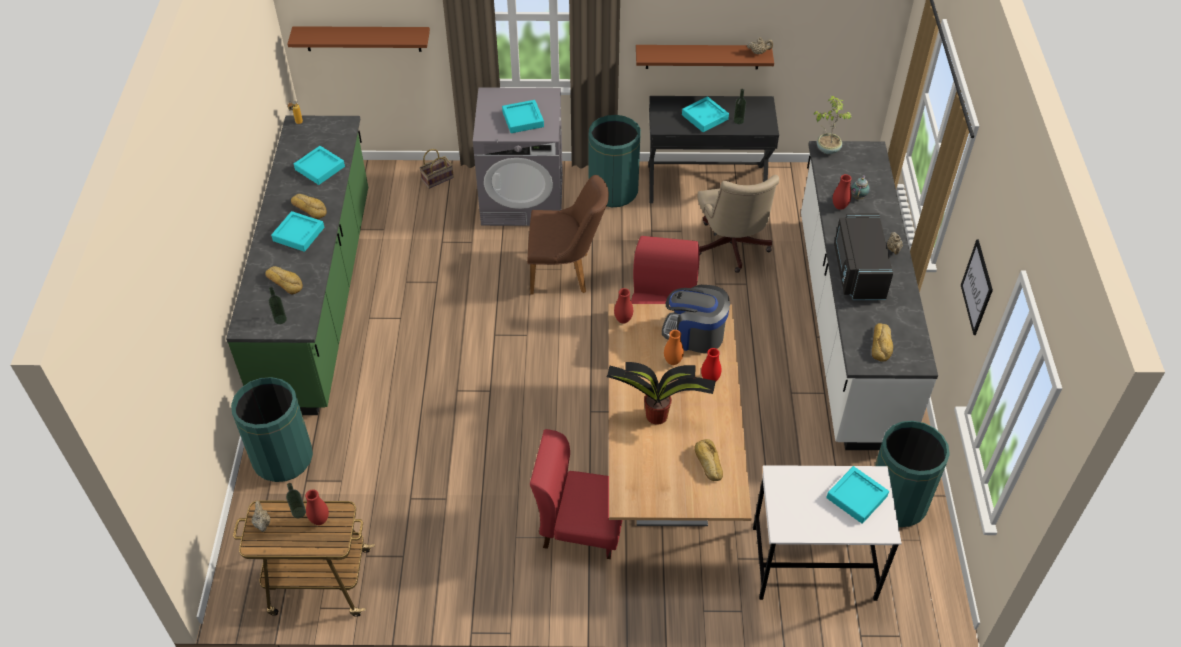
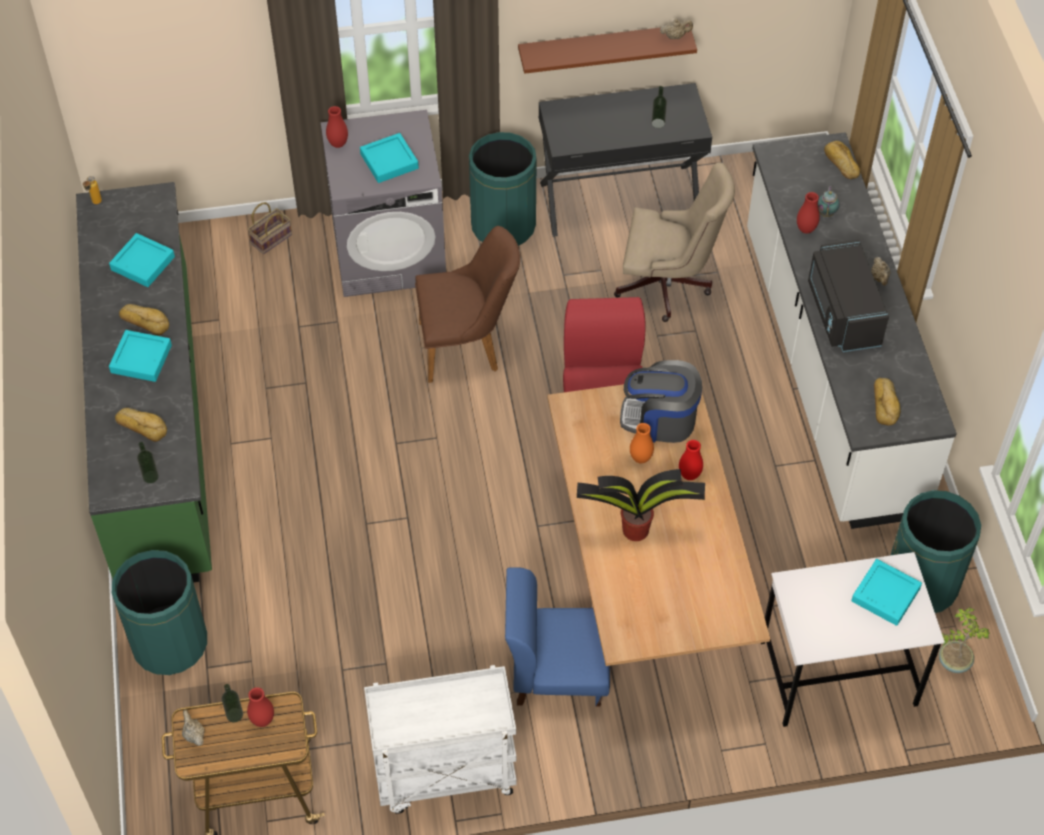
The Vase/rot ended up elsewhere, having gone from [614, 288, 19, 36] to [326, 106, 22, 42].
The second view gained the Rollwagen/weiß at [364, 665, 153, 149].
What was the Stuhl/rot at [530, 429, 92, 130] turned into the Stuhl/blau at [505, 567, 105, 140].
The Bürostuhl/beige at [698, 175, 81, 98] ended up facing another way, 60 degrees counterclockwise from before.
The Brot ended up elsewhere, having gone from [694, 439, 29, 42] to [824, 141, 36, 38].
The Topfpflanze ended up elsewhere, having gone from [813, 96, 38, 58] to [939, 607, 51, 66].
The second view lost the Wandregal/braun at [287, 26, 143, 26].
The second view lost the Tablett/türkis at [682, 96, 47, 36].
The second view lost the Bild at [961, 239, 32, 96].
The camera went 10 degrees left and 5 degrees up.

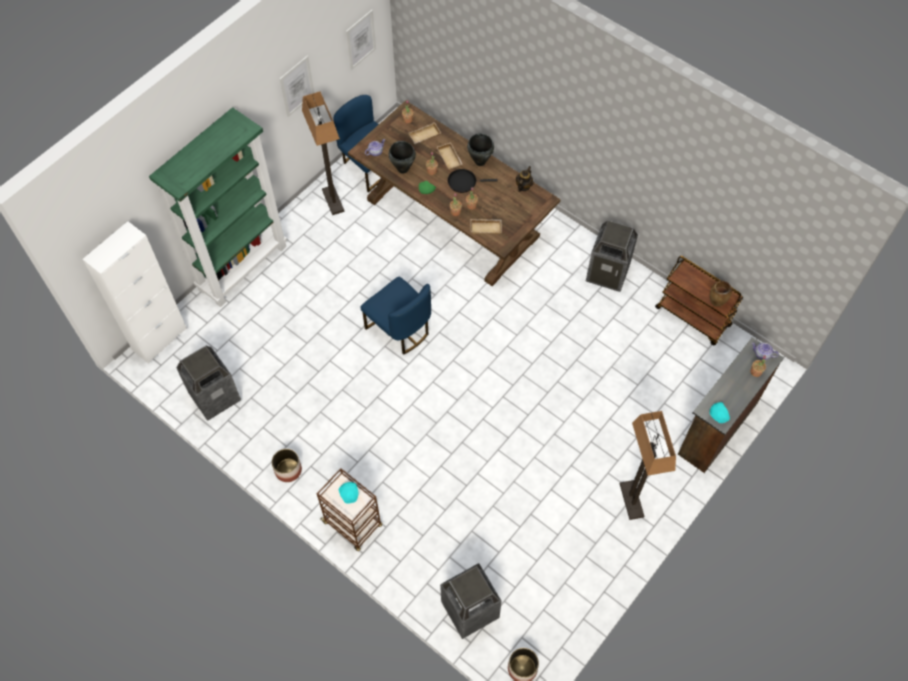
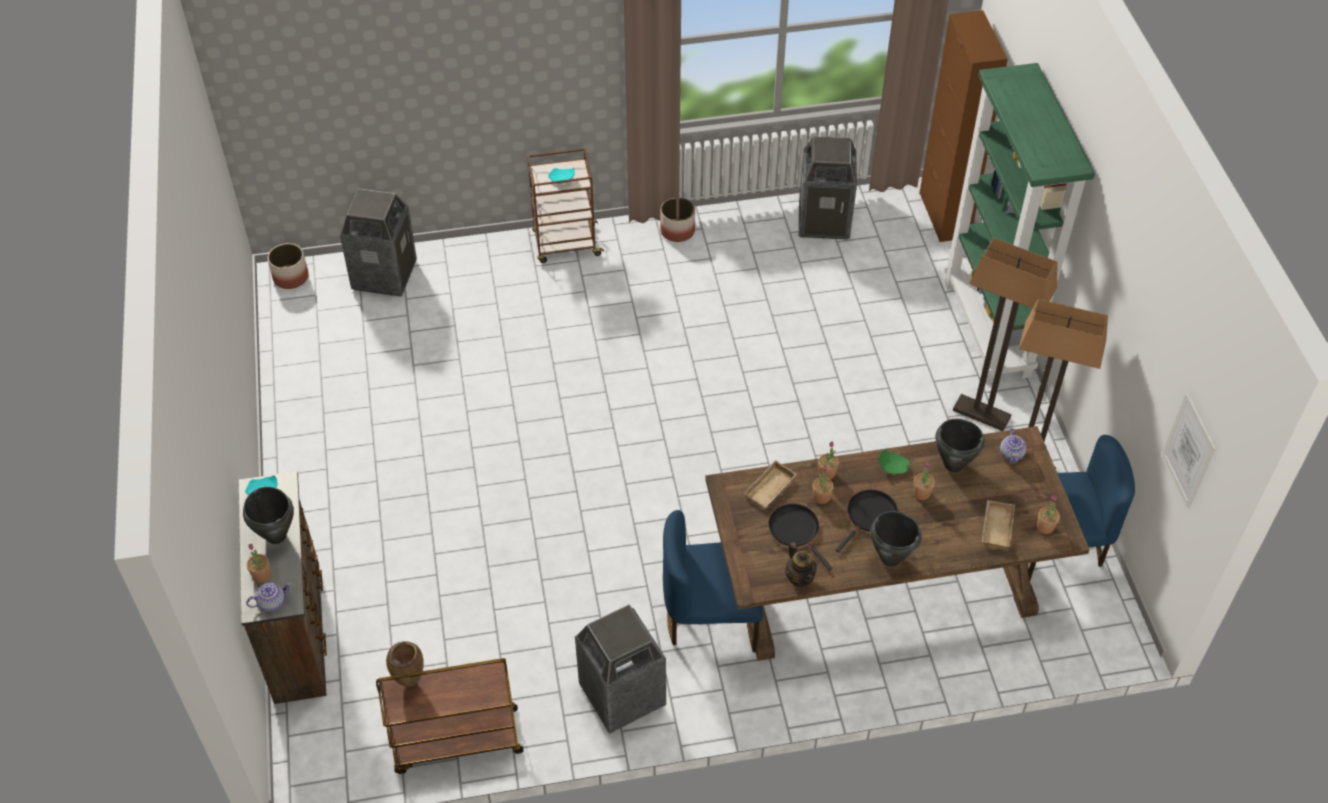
The second view gained the Kochtopf/schwarz at [243, 487, 51, 57].
The Stuhl/blau ended up elsewhere, having gone from [360, 277, 71, 78] to [663, 510, 100, 142].
The second view gained the Pfanne/schwarz at [769, 504, 63, 67].
What was the Schrank/weiß at [83, 221, 104, 143] turned into the Schrank/braun at [919, 10, 89, 232].
The Stehlampe ended up elsewhere, having gone from [620, 411, 56, 109] to [953, 238, 104, 193].
The second view lost the Bild at [279, 56, 35, 61].
The second view lost the Tablett/beige at [437, 142, 26, 28].
The camera went 130 degrees right and 10 degrees down.

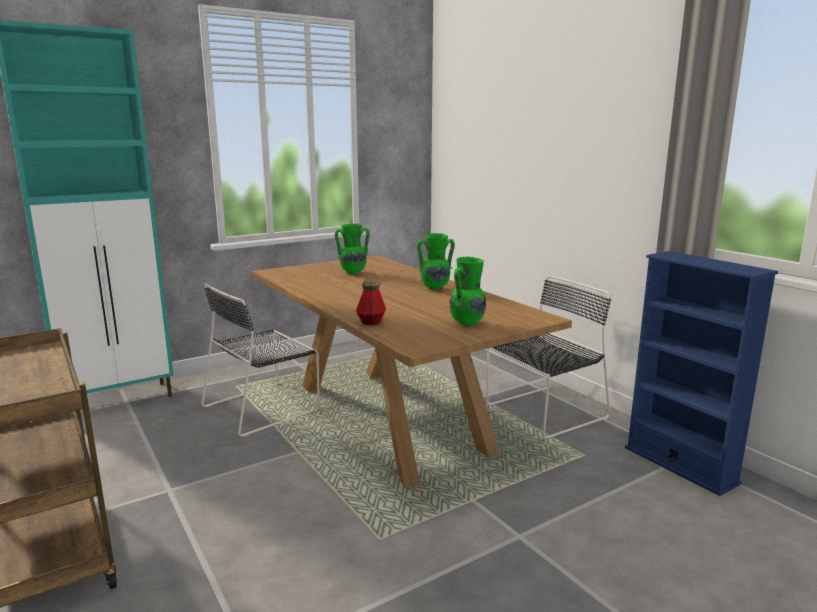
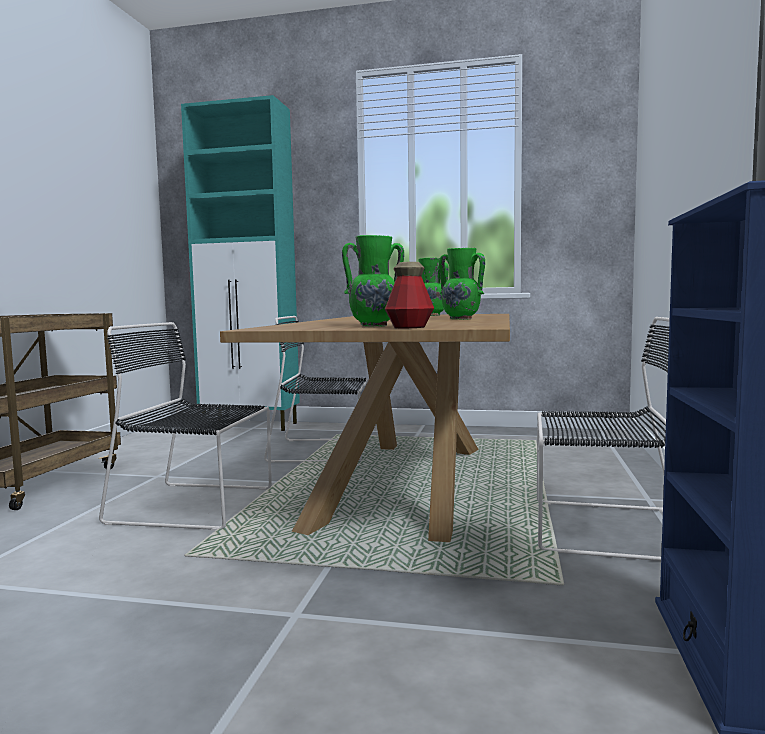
The second view gained the Stuhl/schwarz at [99, 322, 173, 209].
The Flasche ended up elsewhere, having gone from [356, 278, 30, 47] to [385, 262, 49, 66].
The camera went 45 degrees right and 10 degrees down.

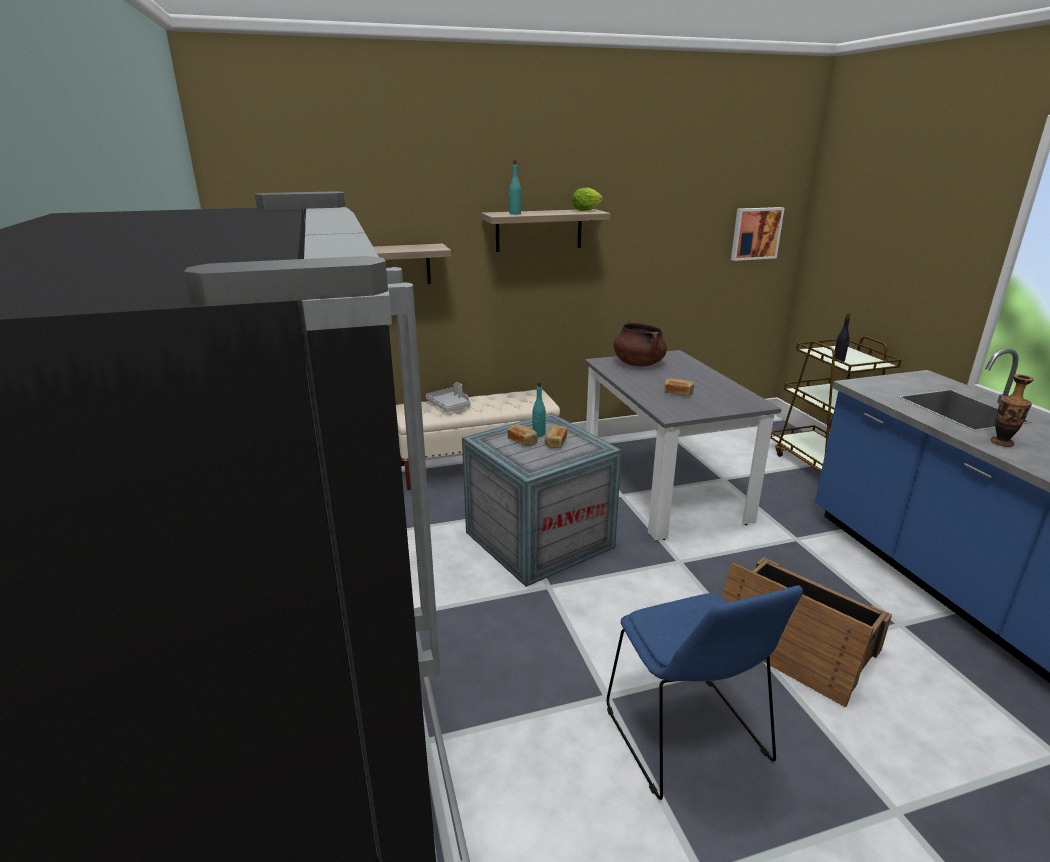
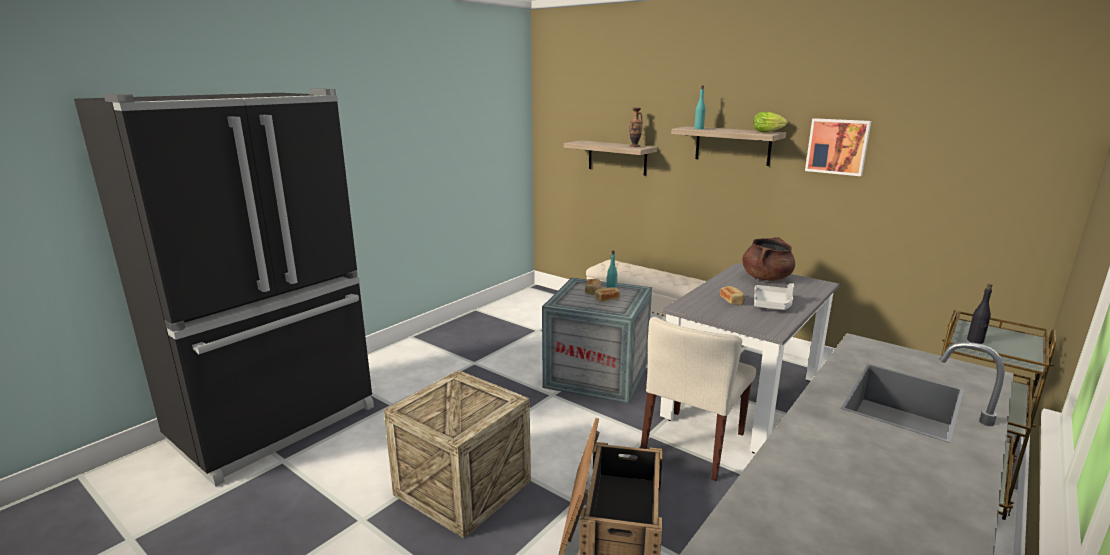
Where the Stuhl/blau stood at [607, 585, 196, 215], the Kiste came to stand at [384, 370, 147, 168].
The Vase ended up elsewhere, having gone from [991, 374, 43, 73] to [629, 107, 14, 40].
The second view gained the Stuhl/beige at [640, 317, 116, 164].
The Tablett/grau ended up elsewhere, having gone from [426, 382, 44, 30] to [754, 283, 40, 27].
The Bild ended up elsewhere, having gone from [731, 207, 54, 54] to [805, 118, 66, 58].
The camera went 55 degrees right and 5 degrees down.

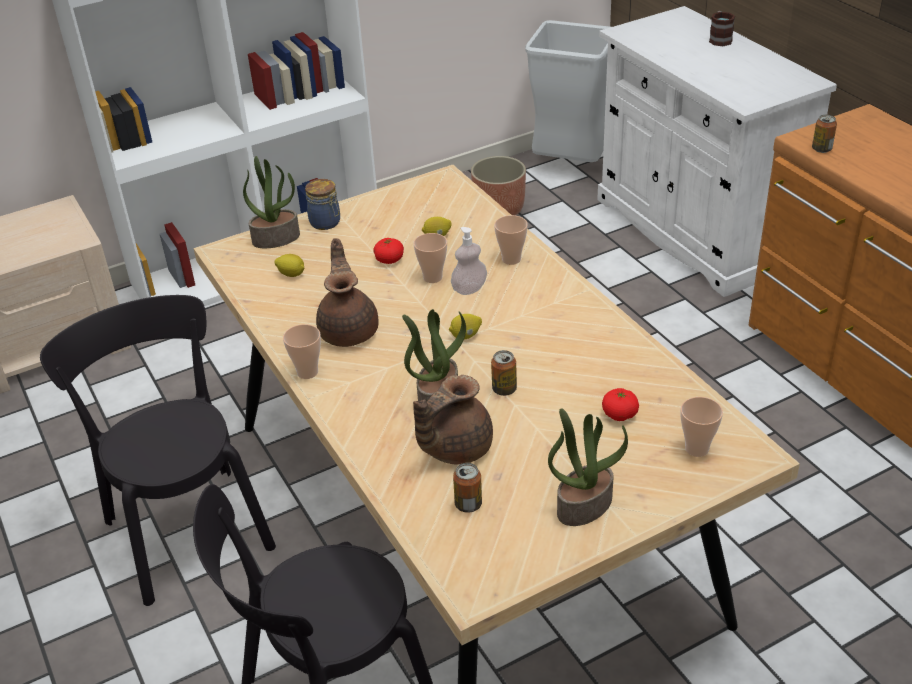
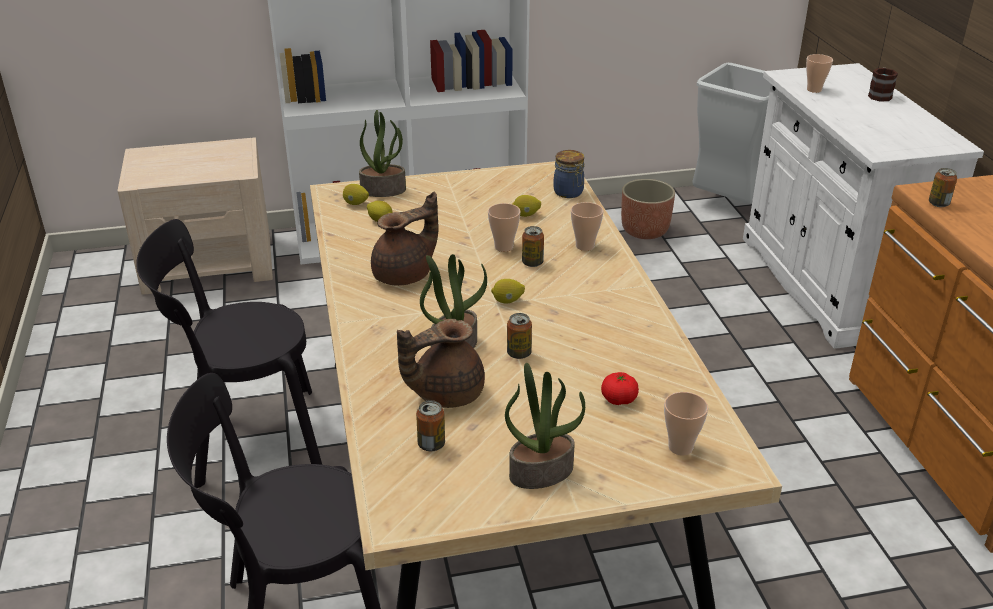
The Stuhl/schwarz at [40, 295, 236, 311] ended up facing another way, 90 degrees counterclockwise from before.
The second view gained the Zitrone at [343, 184, 26, 21].
The Teekanne/braun at [316, 238, 63, 109] ended up facing another way, 45 degrees clockwise from before.
Where the Seifenspender stood at [451, 227, 36, 68], the Dose came to stand at [522, 226, 22, 41].
The Vorratsglas ended up elsewhere, having gone from [305, 179, 35, 51] to [553, 150, 31, 48].
The Tasse ended up elsewhere, having gone from [283, 324, 38, 55] to [806, 54, 27, 39].
The second view lost the Tomate at [373, 238, 31, 26].
The camera went 15 degrees right and 5 degrees down.

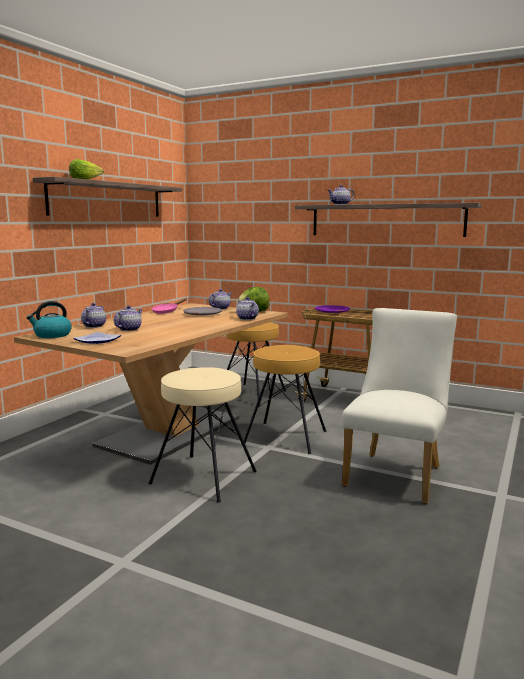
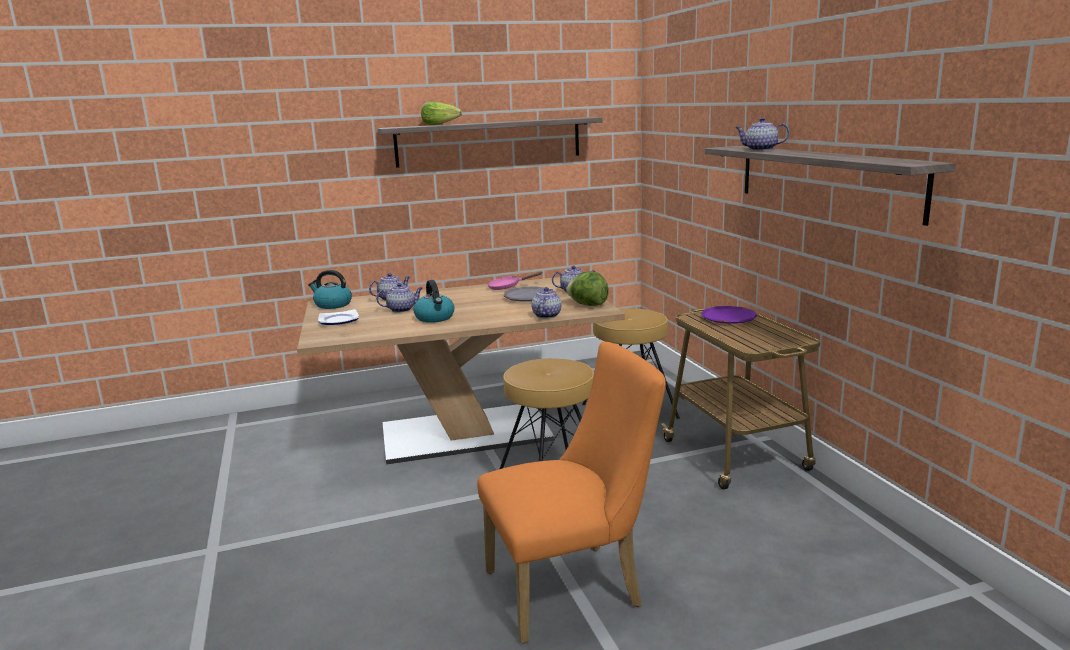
The second view gained the Wasserkessel at [413, 280, 42, 43].
What was the Stuhl/weiß at [342, 308, 115, 196] turned into the Stuhl/orange at [477, 342, 189, 302].
The second view lost the Hocker/beige at [149, 367, 108, 136].
The camera went 45 degrees right and 5 degrees up.

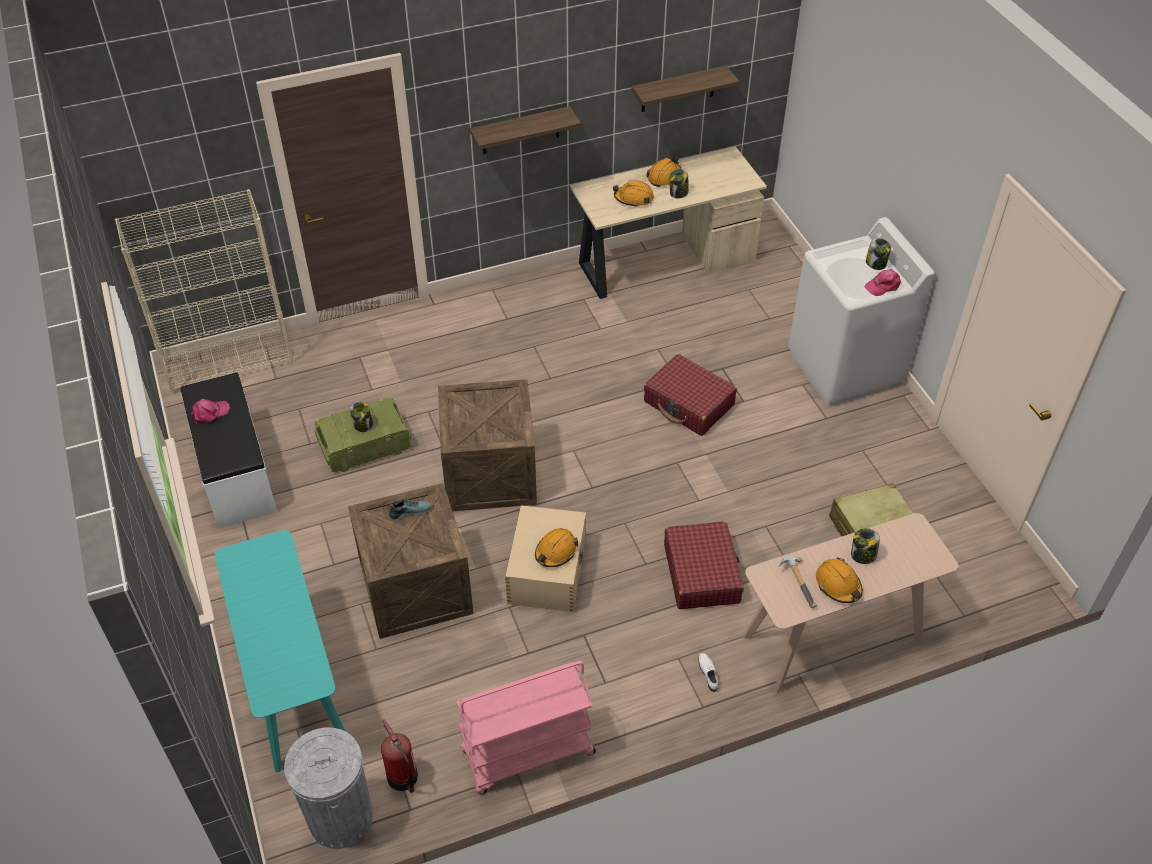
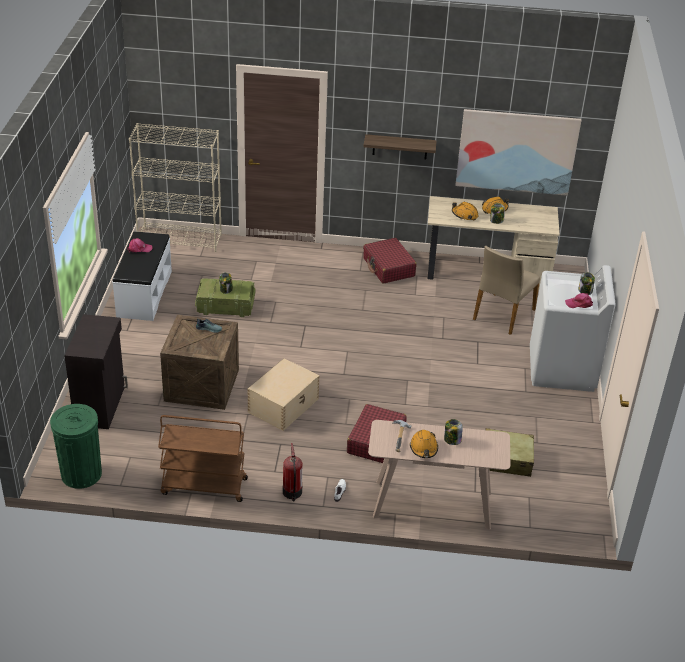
What was the Mülleimer/grau at [284, 727, 89, 122] turned into the Mülleimer/grün at [50, 404, 52, 85].
Where the Konsolentisch/türkis stood at [215, 530, 130, 242], the Schrank/schwarz came to stand at [64, 314, 64, 115].
What was the Rollwagen/rosa at [456, 661, 140, 133] turned into the Rollwagen/braun at [158, 415, 90, 87].
The Feuerlöscher ended up elsewhere, having gone from [381, 719, 37, 74] to [283, 443, 19, 59].
The Koffer/rot ended up elsewhere, having gone from [644, 354, 93, 82] to [363, 238, 54, 46].
Where the Wandregal hung at [631, 66, 108, 46], the Bild came to hang at [455, 109, 126, 87].
The second view gained the Stuhl/beige at [473, 245, 67, 90].
The second view lost the Kiste at [438, 379, 99, 133].
The second view lost the Schutzhelm/orange at [535, 528, 43, 39].
The camera went 25 degrees right and 10 degrees down.

